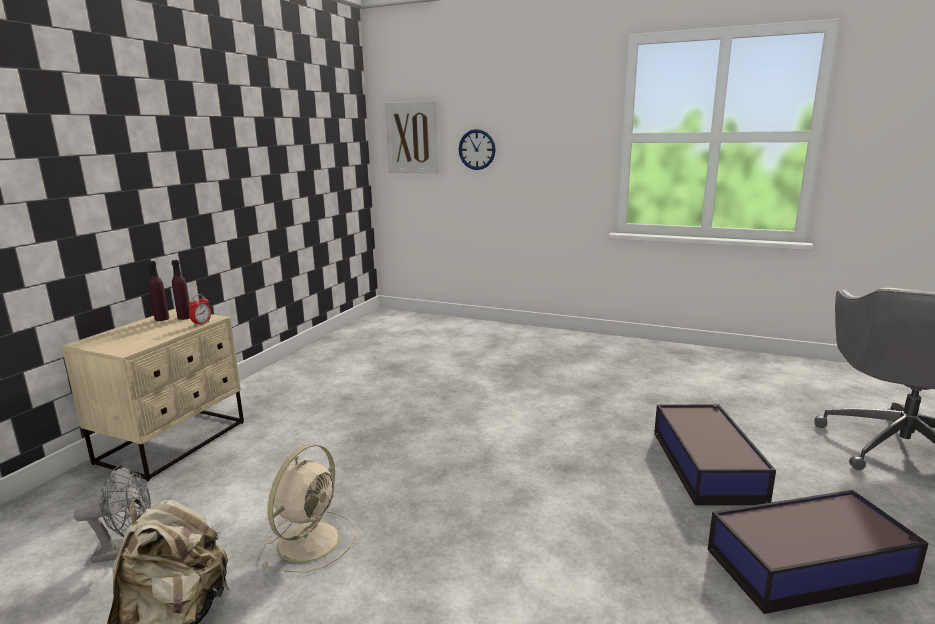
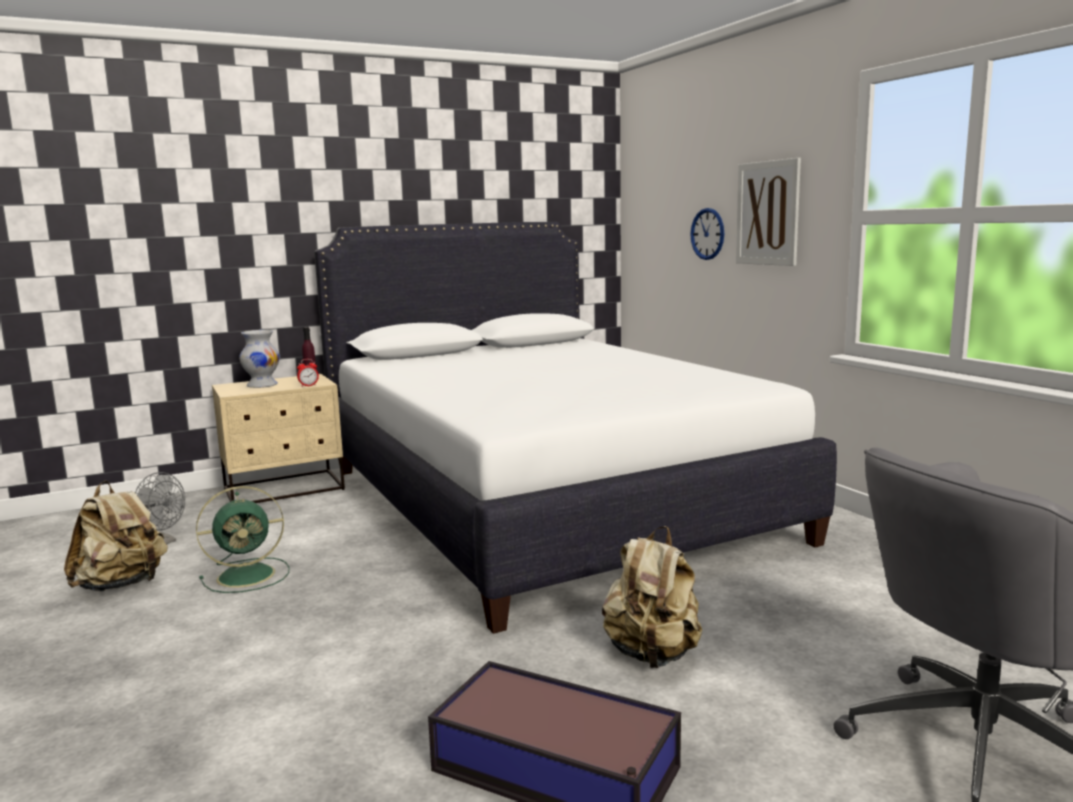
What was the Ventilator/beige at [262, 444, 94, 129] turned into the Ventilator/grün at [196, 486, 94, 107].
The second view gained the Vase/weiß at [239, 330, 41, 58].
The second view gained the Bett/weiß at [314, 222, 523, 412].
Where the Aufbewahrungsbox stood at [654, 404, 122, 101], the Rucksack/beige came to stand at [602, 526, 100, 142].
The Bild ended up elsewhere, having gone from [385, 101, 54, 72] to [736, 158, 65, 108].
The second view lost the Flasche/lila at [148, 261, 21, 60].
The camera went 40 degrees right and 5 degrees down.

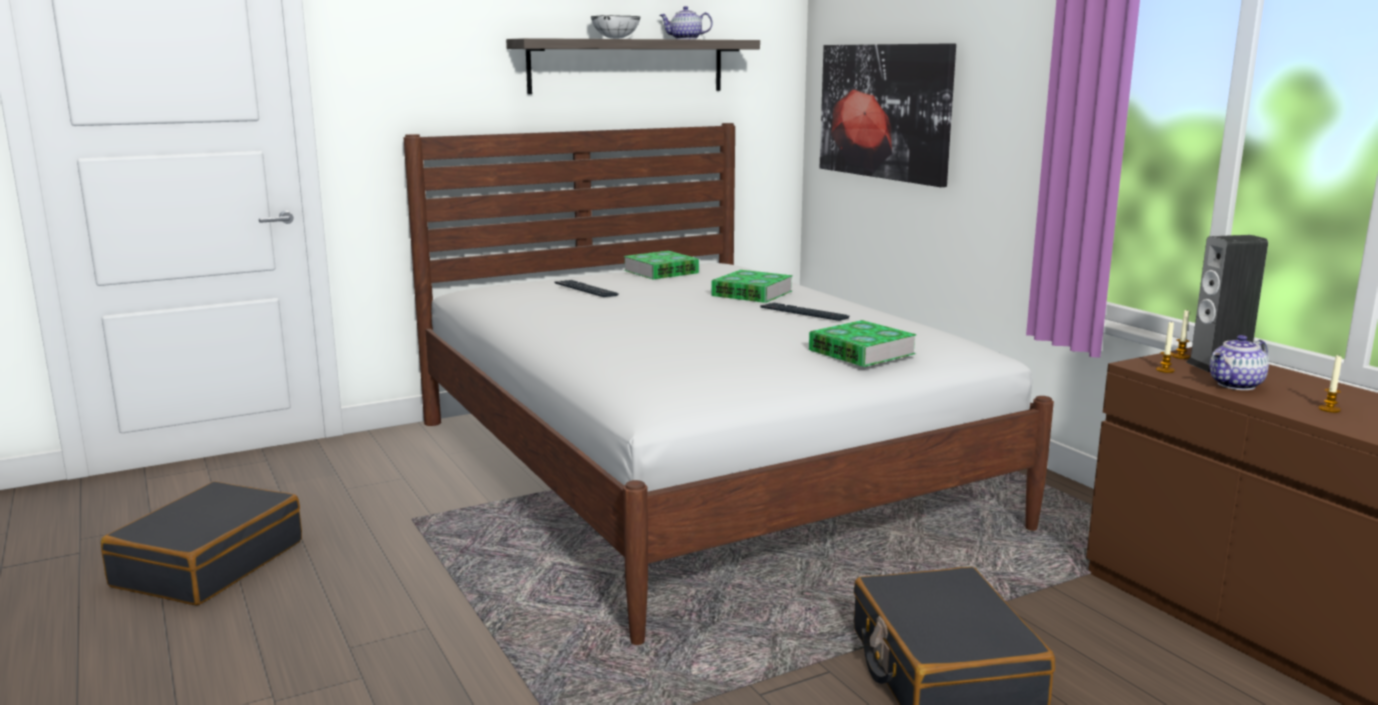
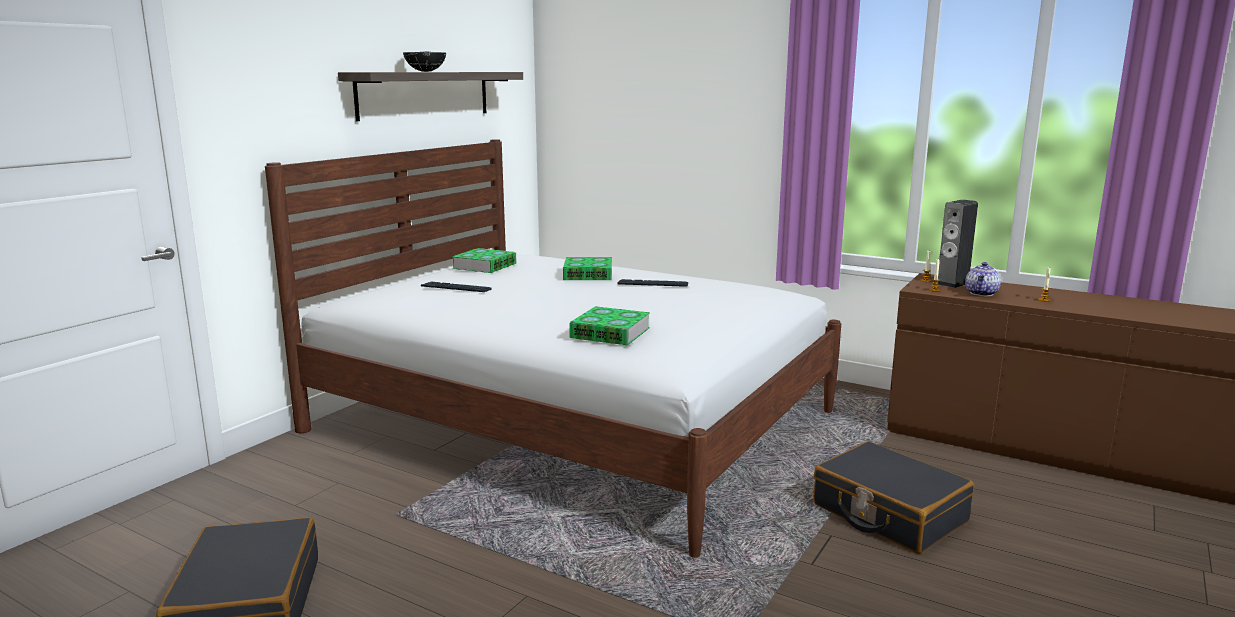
What was the Schüssel/weiß at [591, 15, 49, 24] turned into the Schüssel/schwarz at [403, 52, 43, 20].
The Buch ended up elsewhere, having gone from [809, 320, 108, 47] to [569, 306, 81, 39].
The second view lost the Teekanne at [659, 6, 54, 34].
The second view lost the Bild at [820, 43, 136, 144].
The camera went 30 degrees left and 0 degrees up.

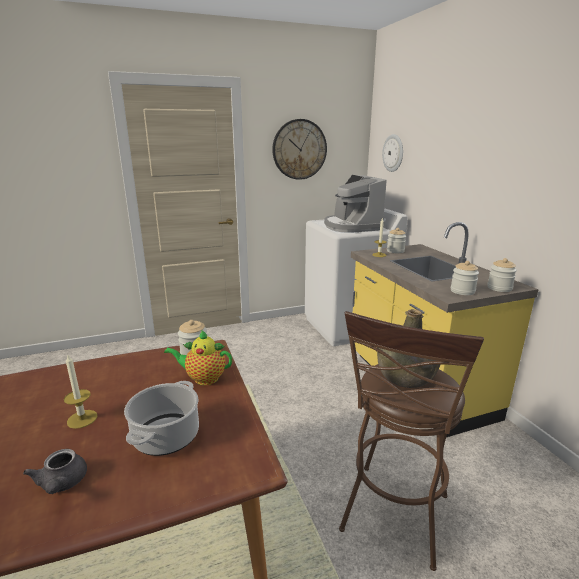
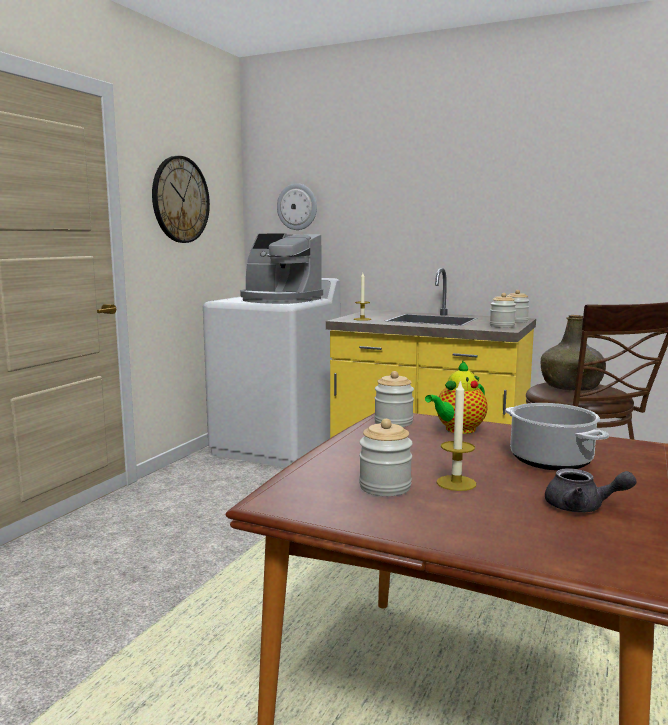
The Vorratsglas ended up elsewhere, having gone from [387, 228, 19, 25] to [359, 419, 54, 77].
The camera went 45 degrees left and 10 degrees down.

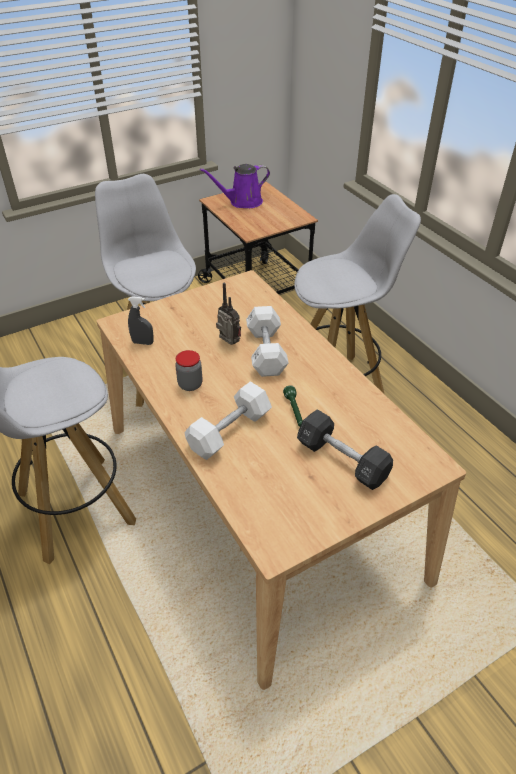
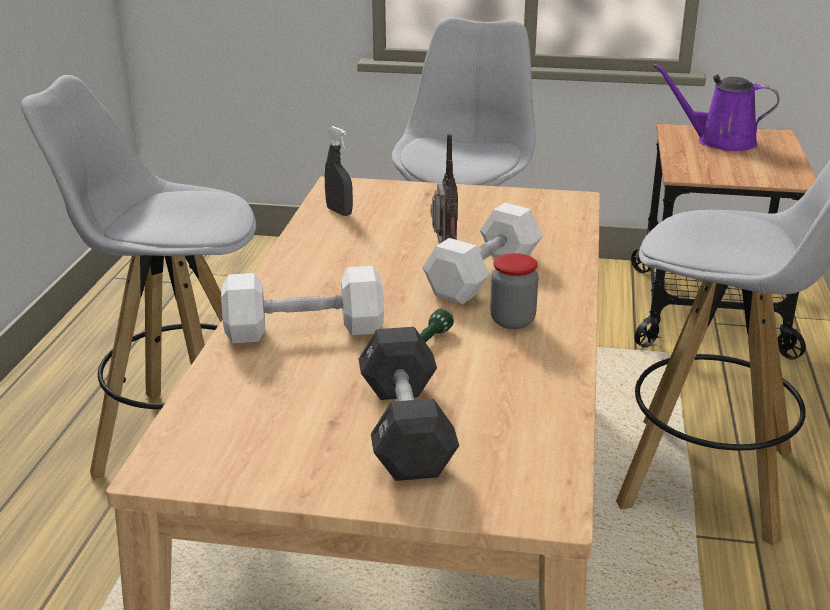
The Vorratsglas ended up elsewhere, having gone from [175, 350, 28, 41] to [490, 253, 48, 76].
The camera went 40 degrees right and 15 degrees down.

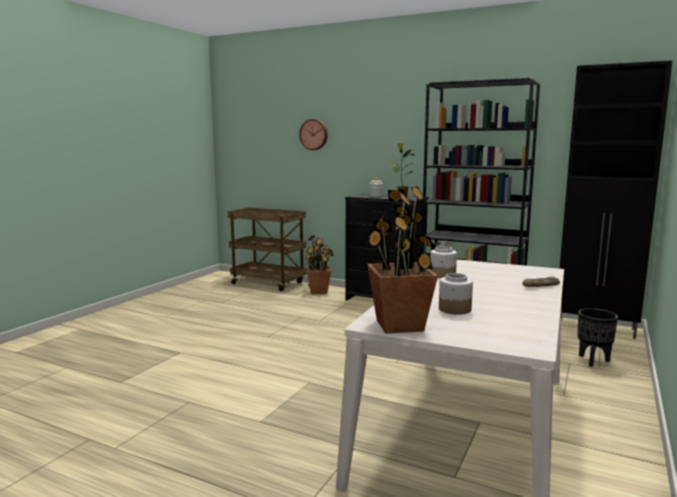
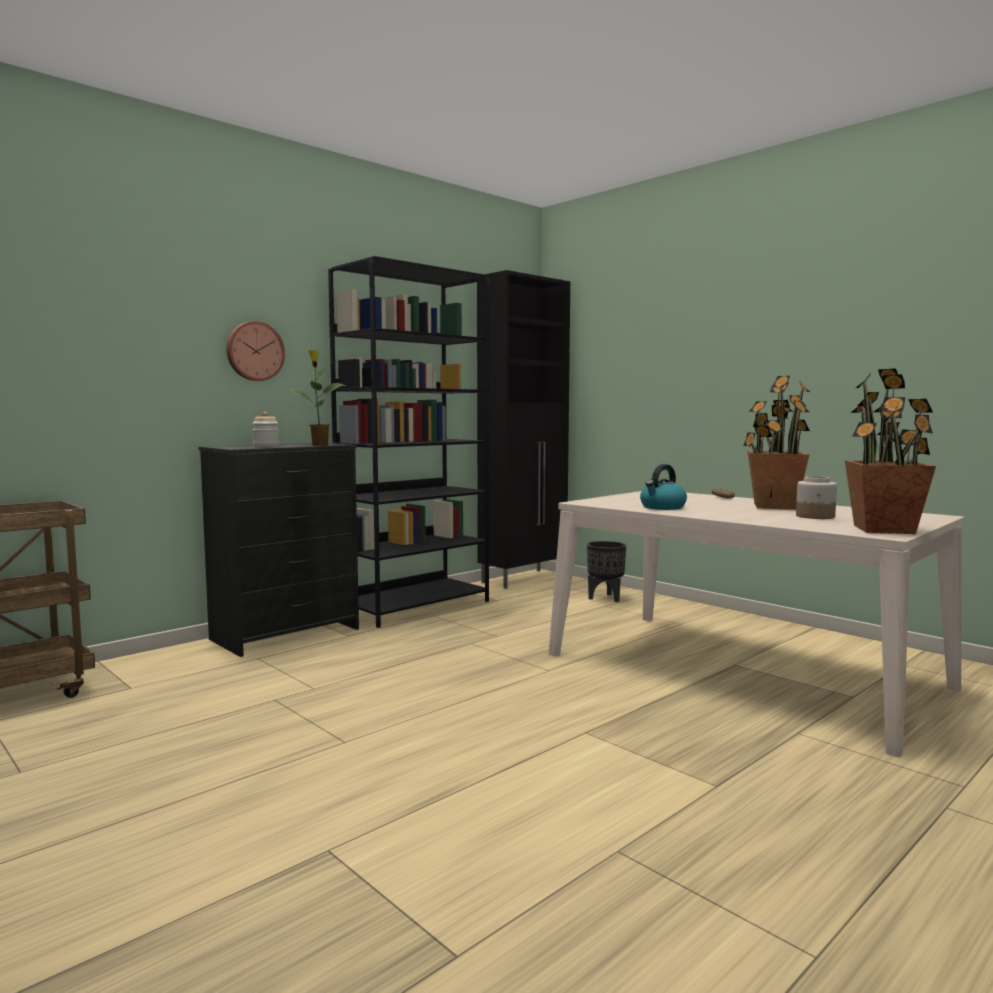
The Wanduhr ended up elsewhere, having gone from [299, 119, 29, 31] to [226, 321, 59, 60].
Where the Vorratsglas stood at [430, 246, 27, 32], the Wasserkessel came to stand at [640, 464, 47, 46].
The Topfpflanze ended up elsewhere, having gone from [306, 235, 27, 59] to [743, 376, 67, 134].
The camera went 70 degrees left and 5 degrees down.

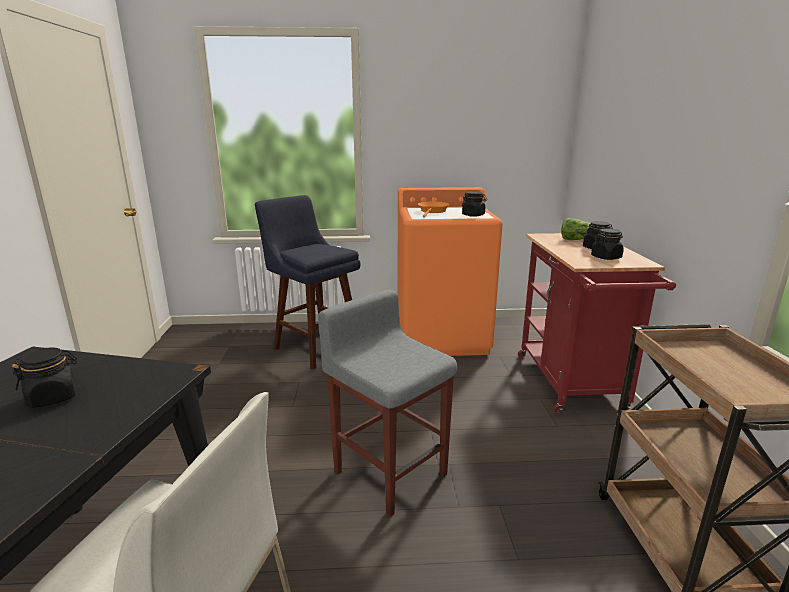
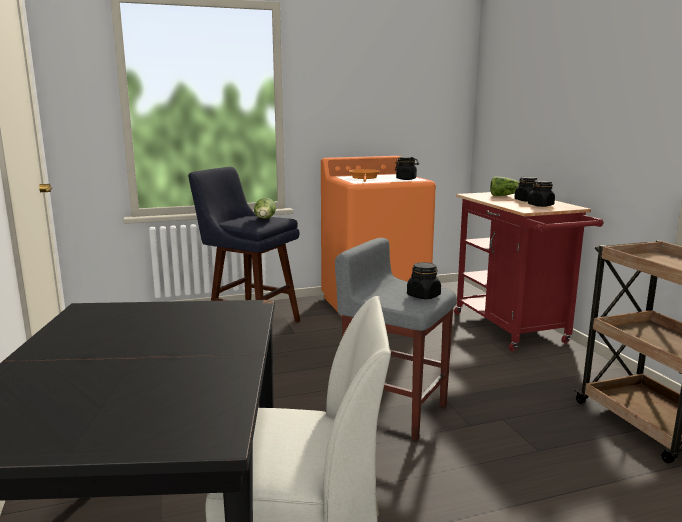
The second view gained the Salatkopf at [254, 198, 22, 21].
The Vorratsglas/schwarz ended up elsewhere, having gone from [12, 347, 65, 61] to [407, 262, 34, 37].
The camera went 15 degrees left and 5 degrees down.

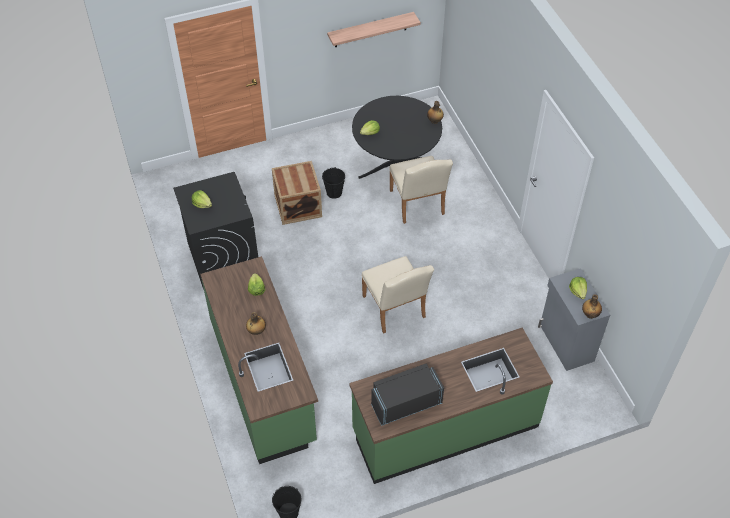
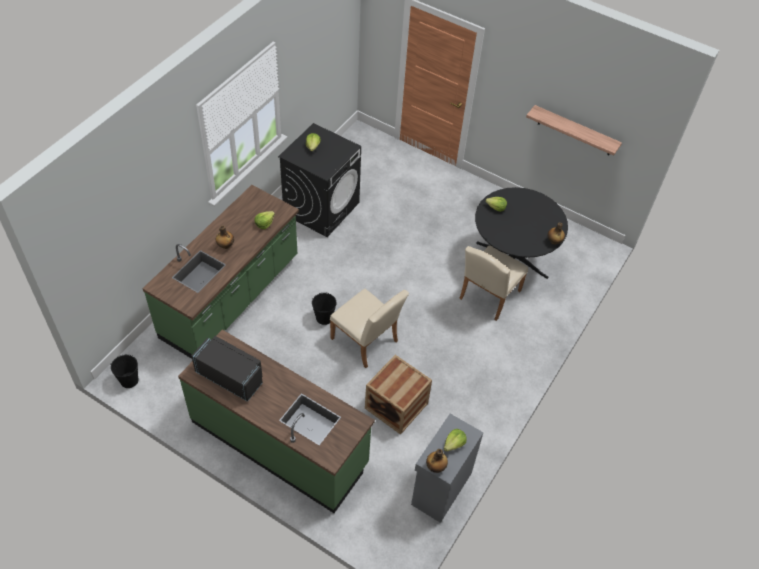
The Eimer/schwarz ended up elsewhere, having gone from [322, 167, 23, 32] to [312, 292, 24, 33].
The Stuhl/beige at [361, 256, 73, 78] ended up facing another way, 75 degrees counterclockwise from before.
The Kiste ended up elsewhere, having gone from [272, 161, 50, 64] to [365, 355, 67, 80].
The camera went 50 degrees right and 0 degrees up.

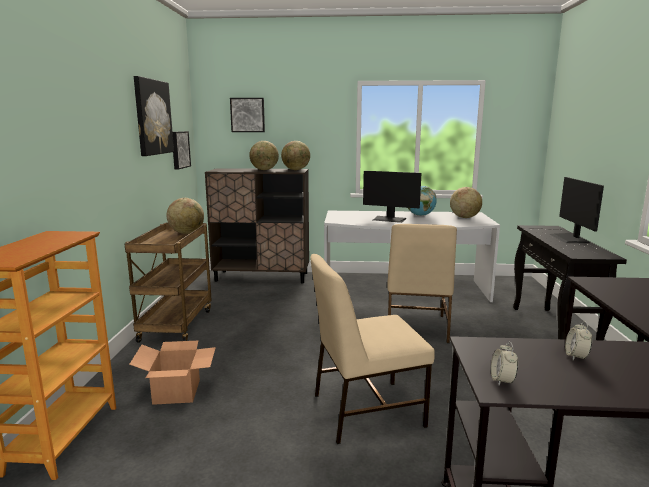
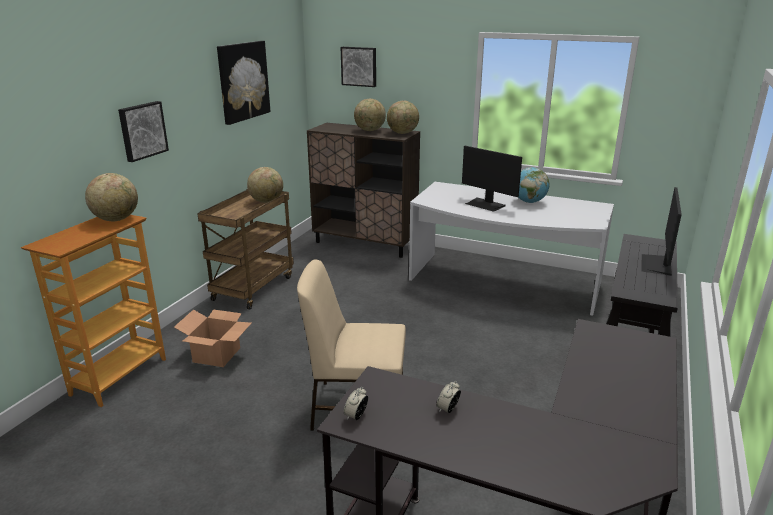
The Globus ended up elsewhere, having gone from [450, 187, 32, 31] to [85, 173, 53, 48].
The Bild ended up elsewhere, having gone from [173, 131, 18, 39] to [118, 101, 51, 61].
The second view lost the Stuhl/beige at [388, 224, 69, 119].
The camera went 20 degrees right and 10 degrees up.

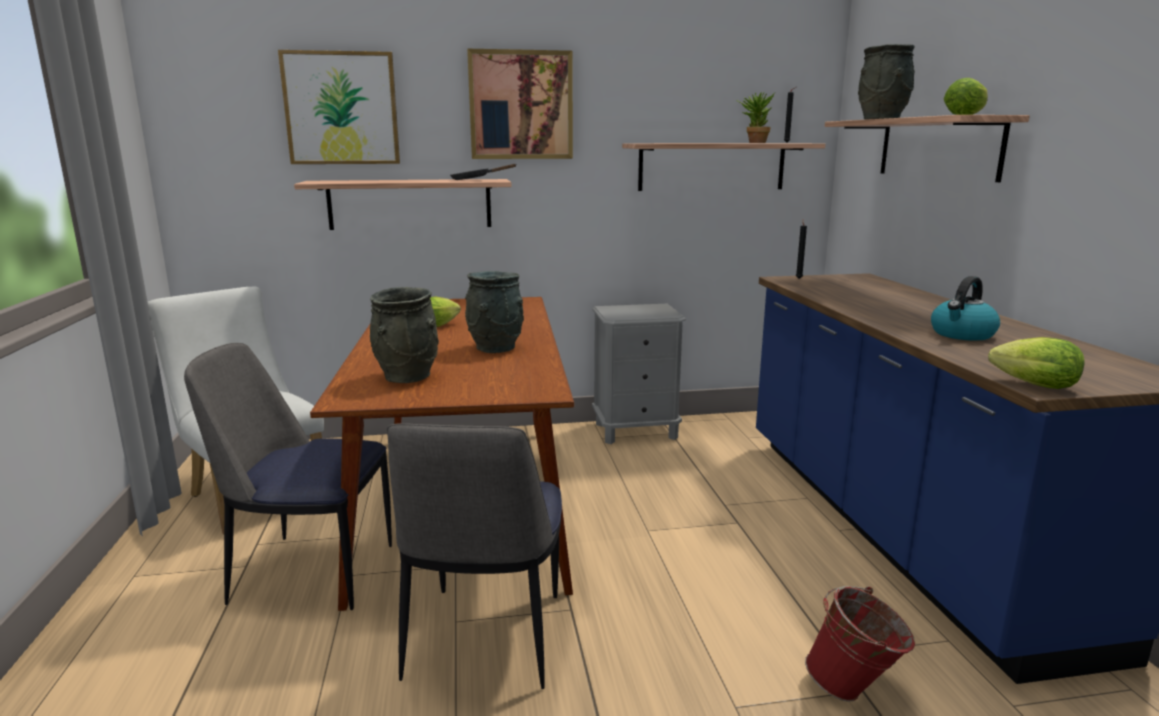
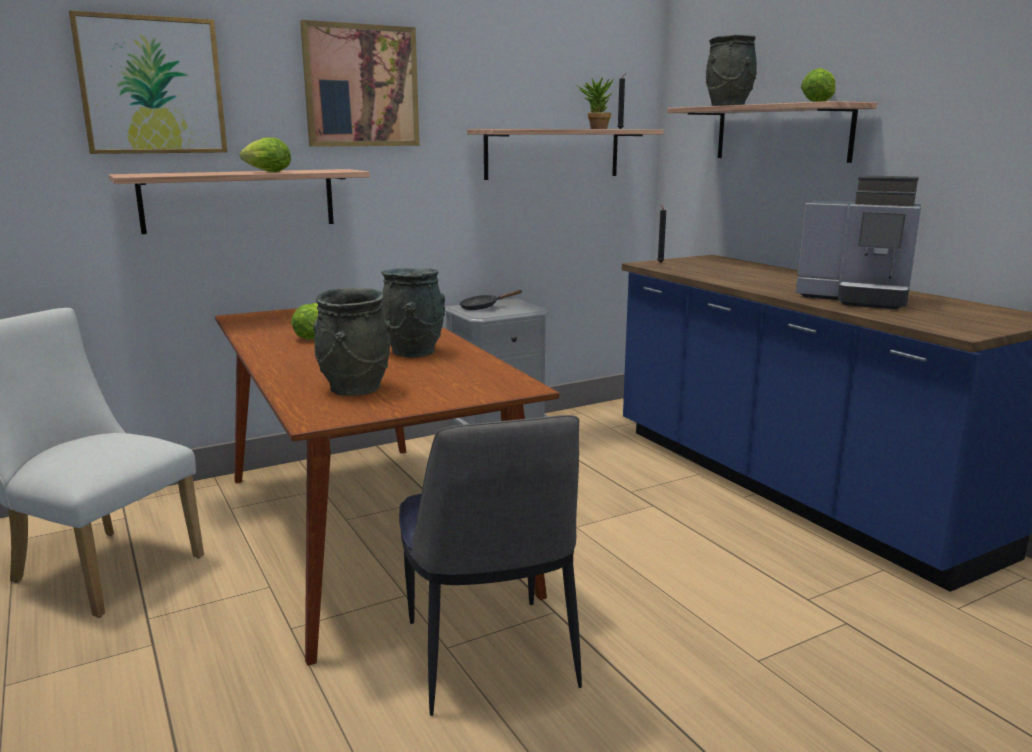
The Salatkopf ended up elsewhere, having gone from [988, 337, 96, 52] to [240, 137, 51, 35].
The Pfanne/schwarz ended up elsewhere, having gone from [450, 164, 67, 16] to [459, 290, 64, 20].
Where the Wasserkessel stood at [931, 276, 69, 65], the Kaffeemaschine came to stand at [796, 175, 125, 135].
The second view lost the Stuhl at [184, 343, 208, 267].
The second view lost the Eimer/rot at [805, 586, 110, 116].
The camera went 20 degrees left and 0 degrees up.

